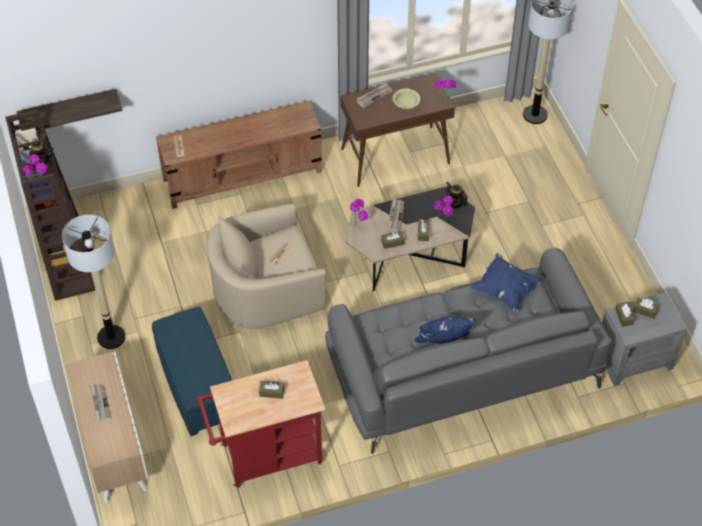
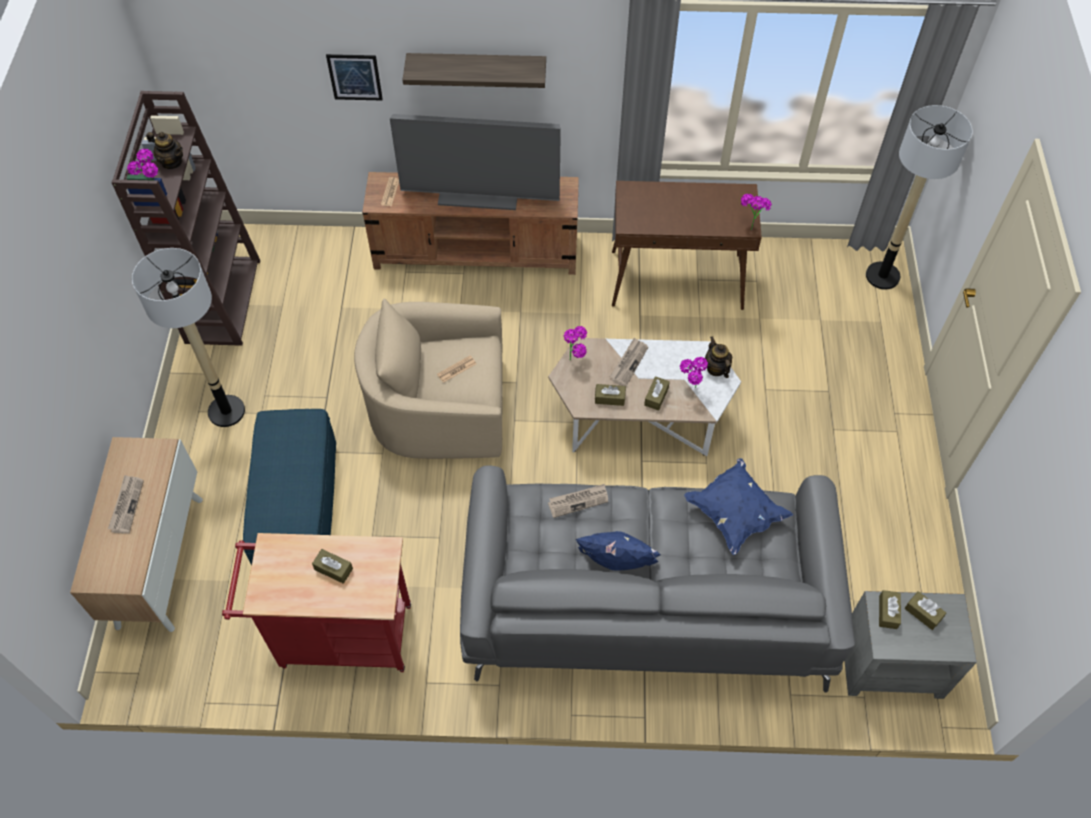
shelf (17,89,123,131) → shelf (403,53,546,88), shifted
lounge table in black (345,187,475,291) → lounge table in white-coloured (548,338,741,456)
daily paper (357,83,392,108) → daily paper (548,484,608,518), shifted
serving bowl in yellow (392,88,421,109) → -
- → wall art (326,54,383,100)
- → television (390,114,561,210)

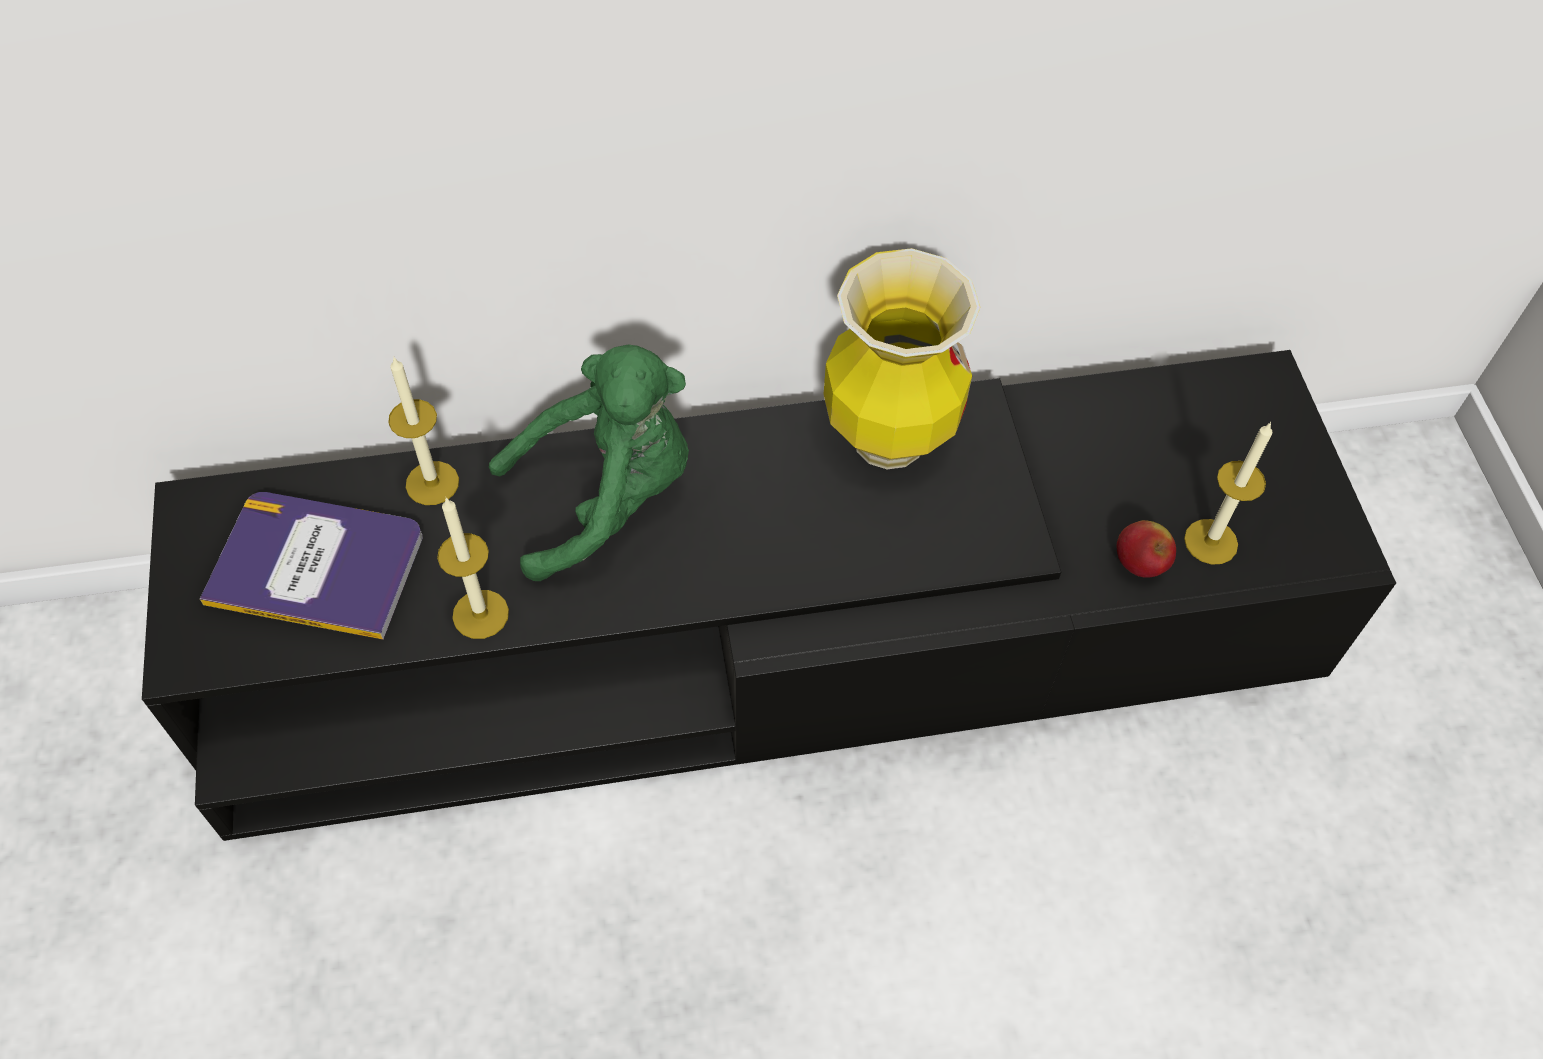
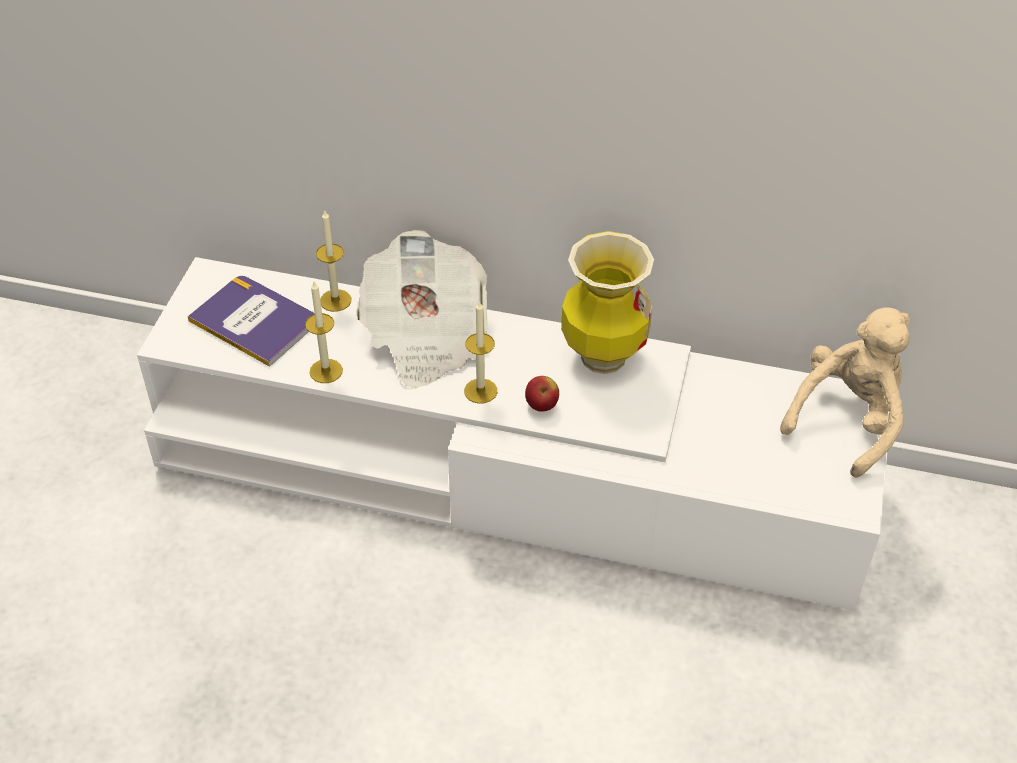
tv unit in black (142,350,1396,841) → tv unit in white-coloured (137,257,889,611)
plush toy in greenish (488,344,689,581) → daily paper (356,230,488,388)
whole apple (1117,520,1176,578) → whole apple (525,376,559,412), shifted
candle (1184,422,1272,564) → candle (464,300,497,404), shifted
- → plush toy in beige-coloured (780,307,910,478)

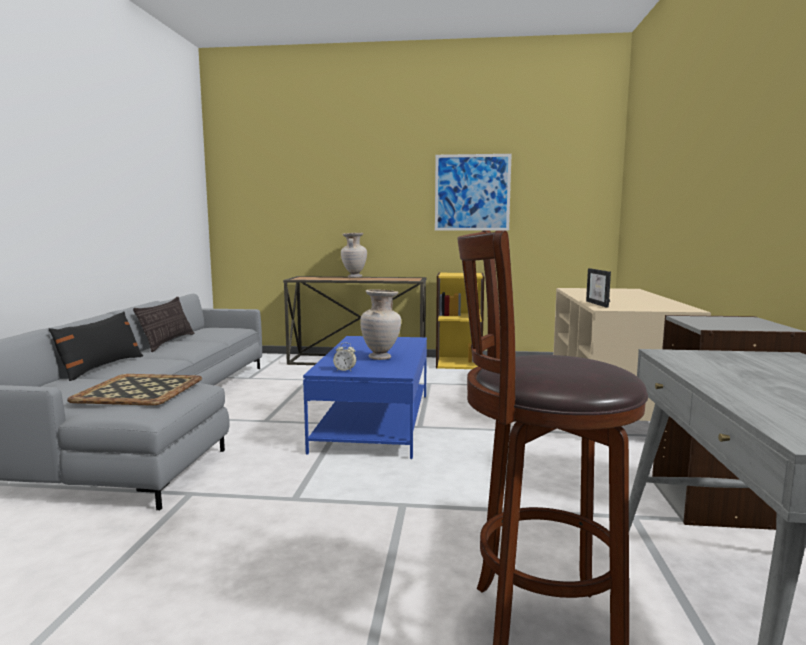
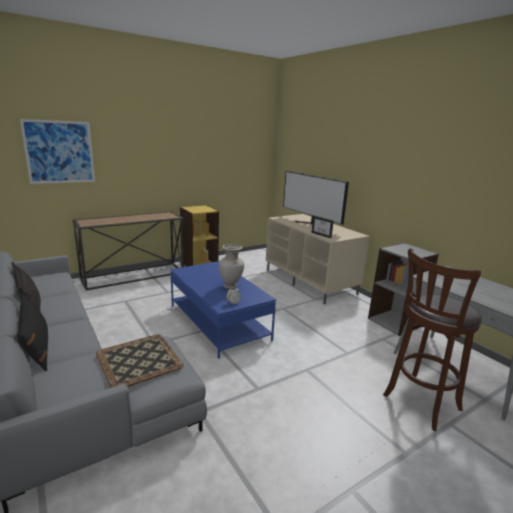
vase in beige-coloured (341,233,367,278) → -
wall art (435,154,511,231) → wall art (20,119,95,184), shifted
- → television (283,171,349,225)

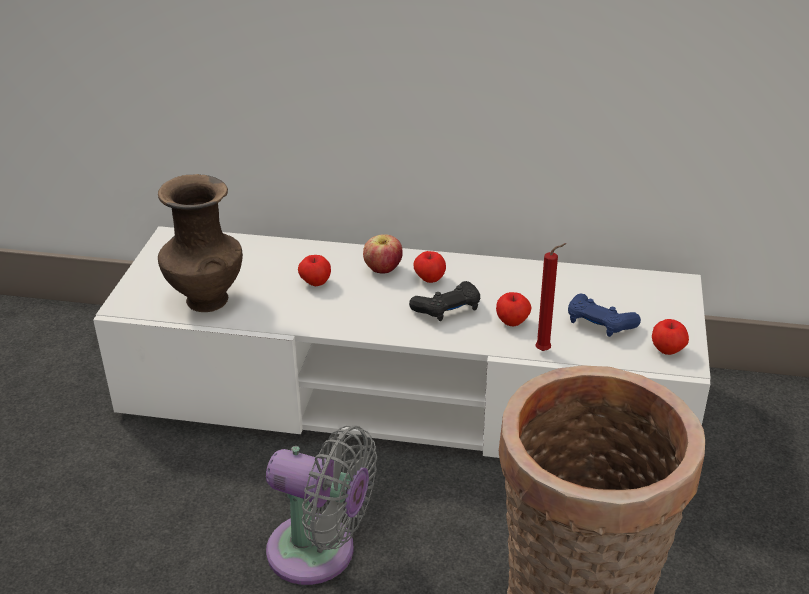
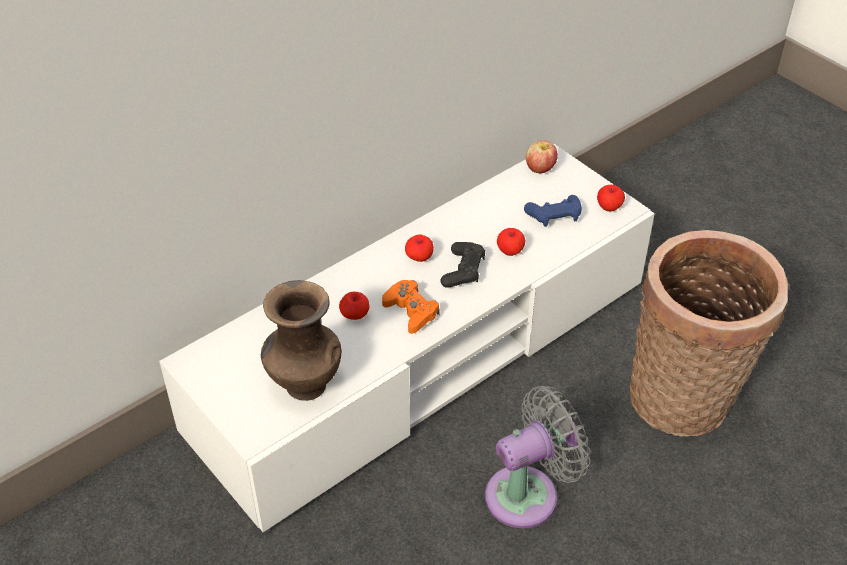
whole apple (363,234,403,273) → whole apple (526,140,558,174), shifted
candle in reddish (535,243,566,351) → -
- → game controller in orange (382,280,439,334)

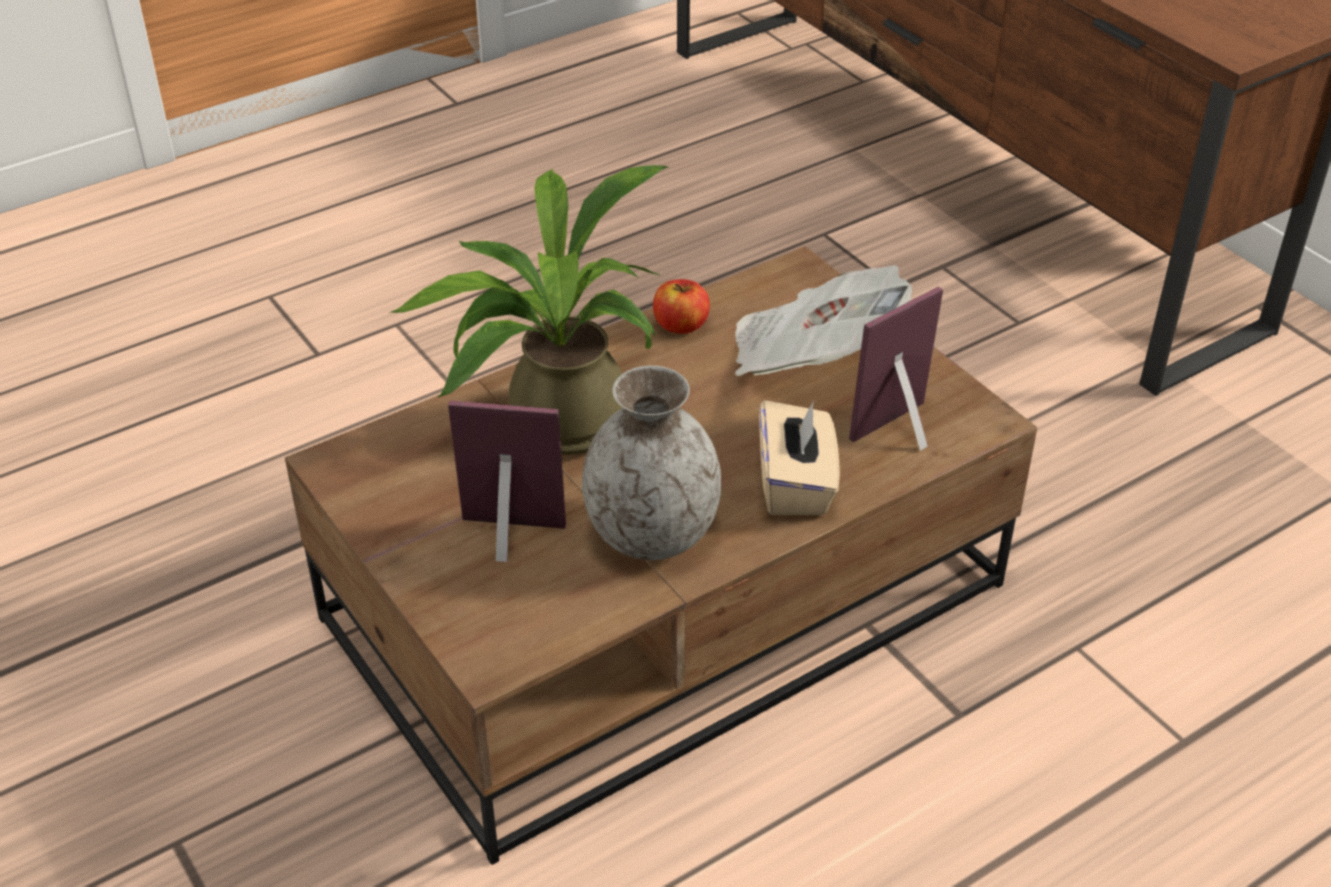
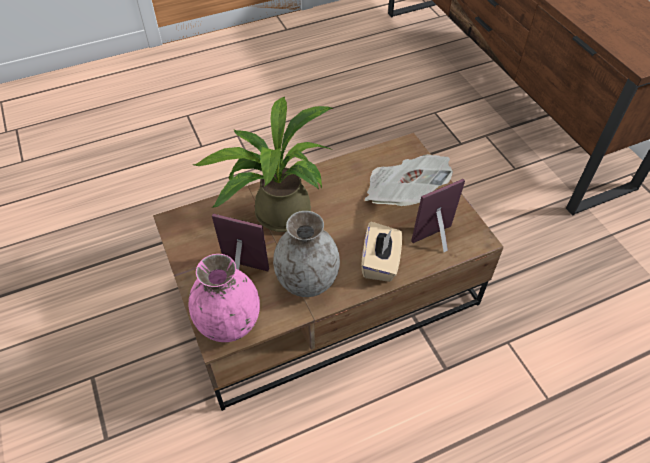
whole apple (653,279,710,334) → -
- → vase in pink-coloured (189,254,260,342)

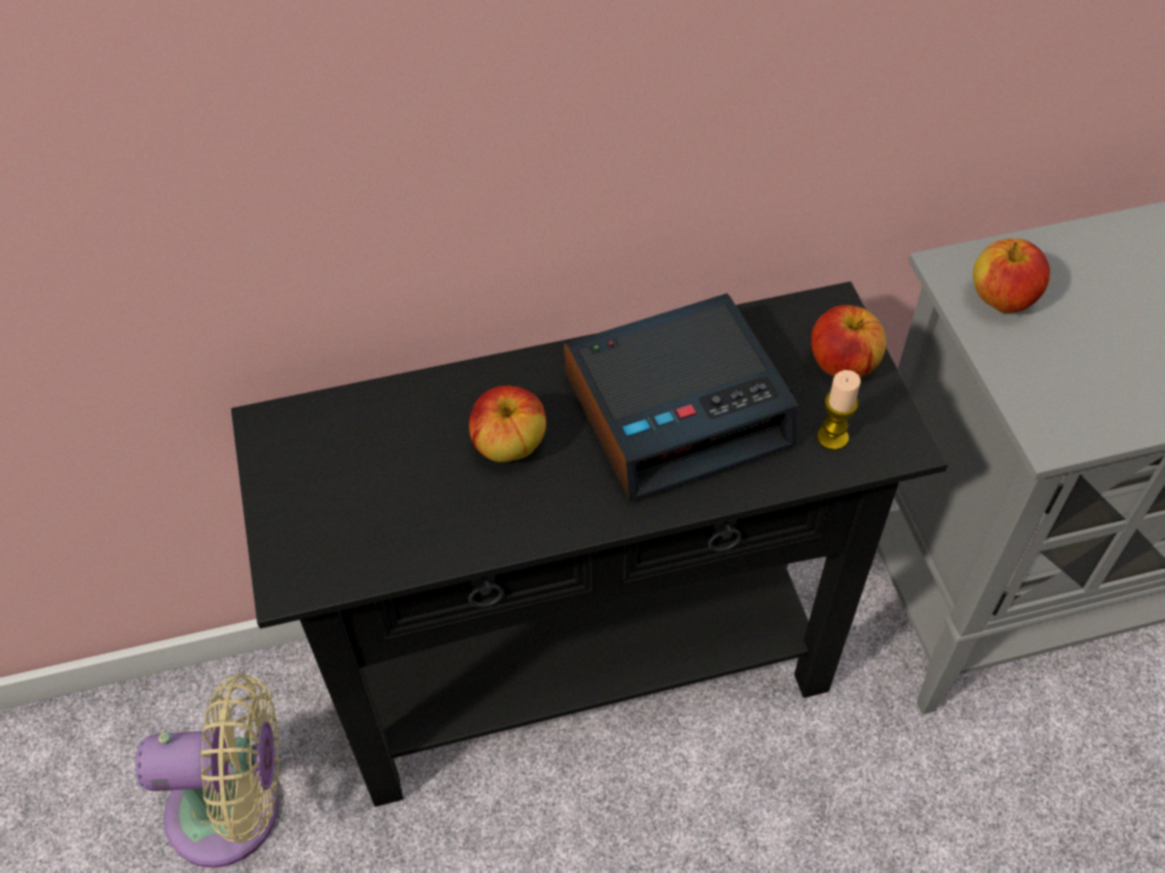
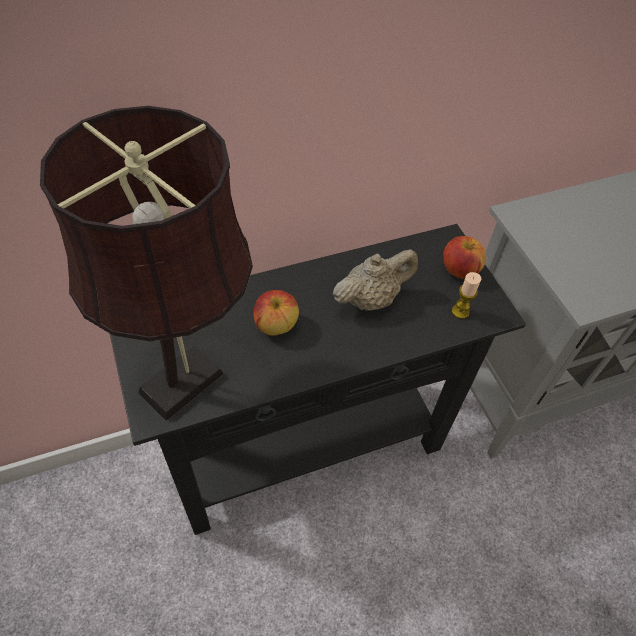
cooling fan in beige-coloured (135,674,279,868) → -
bedside clock (564,293,798,502) → pot for tea in beige-coloured (333,249,418,311)
whole apple (973,239,1050,313) → -
- → lamp for a table in brown (40,106,253,421)

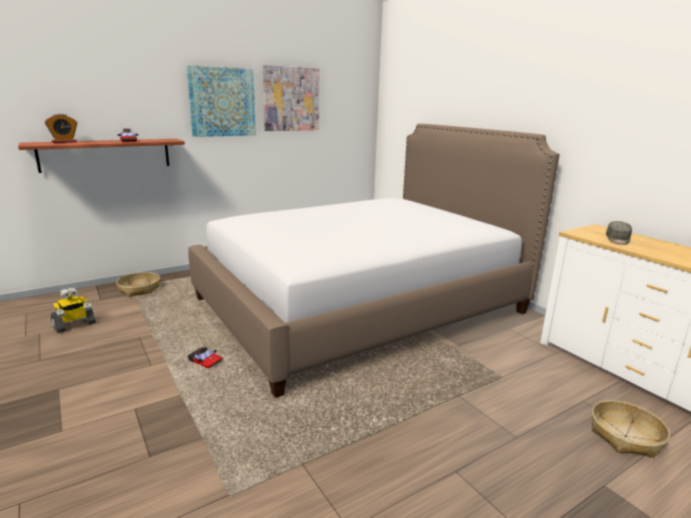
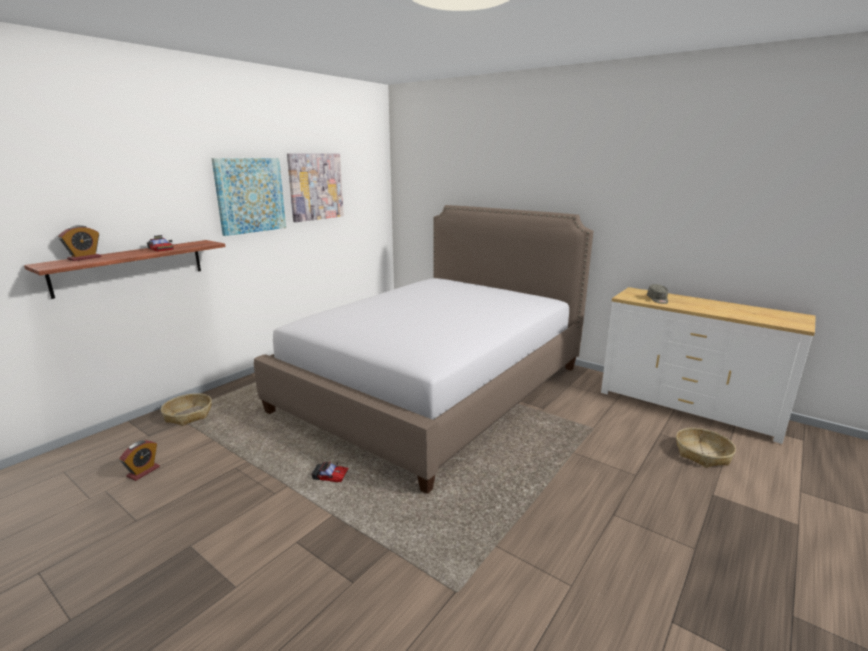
toy robot (51,288,96,333) → bedside clock (119,440,160,481)

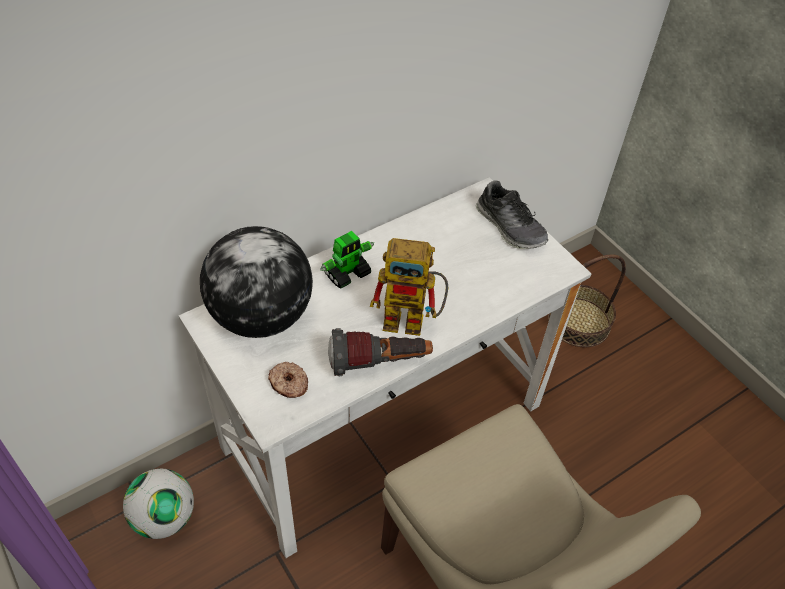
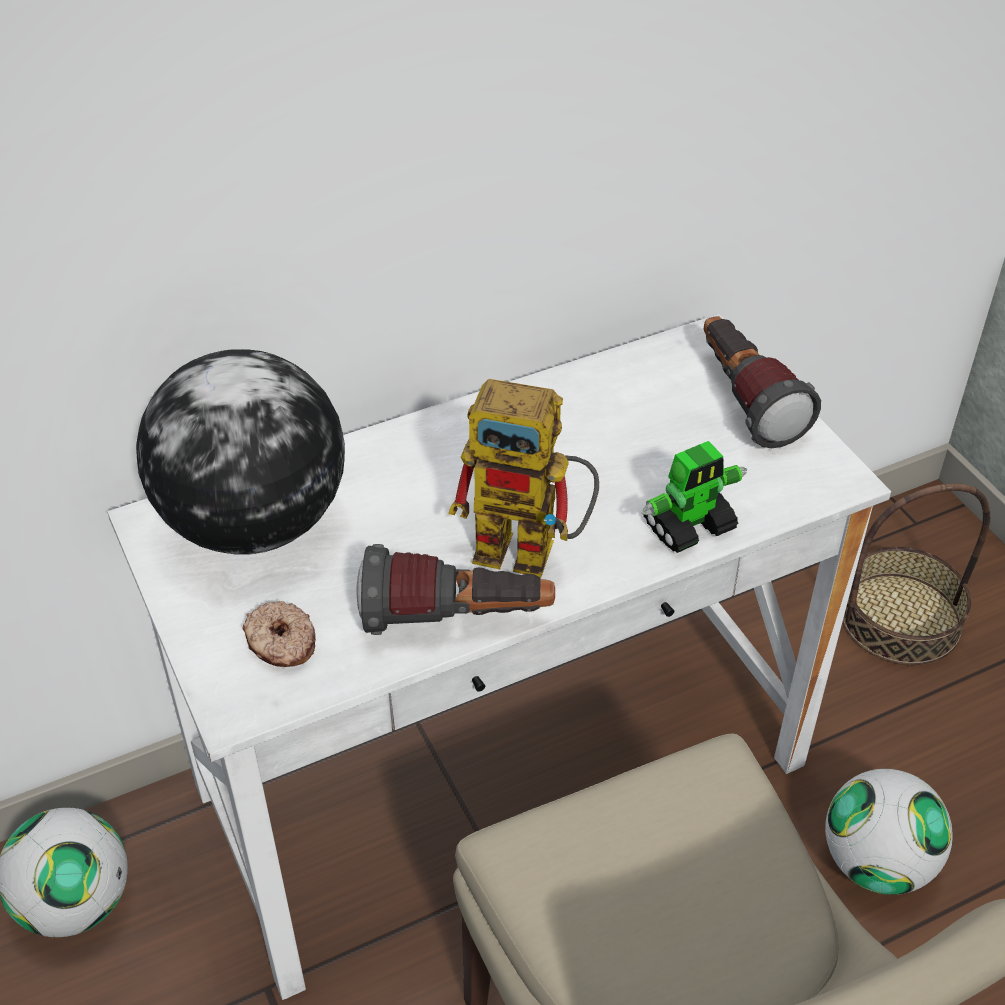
toy robot (320,231,374,289) → toy robot (642,441,747,553), shifted
shoe (476,181,549,249) → flashlight (704,316,821,448)
- → football ball (825,769,953,895)

